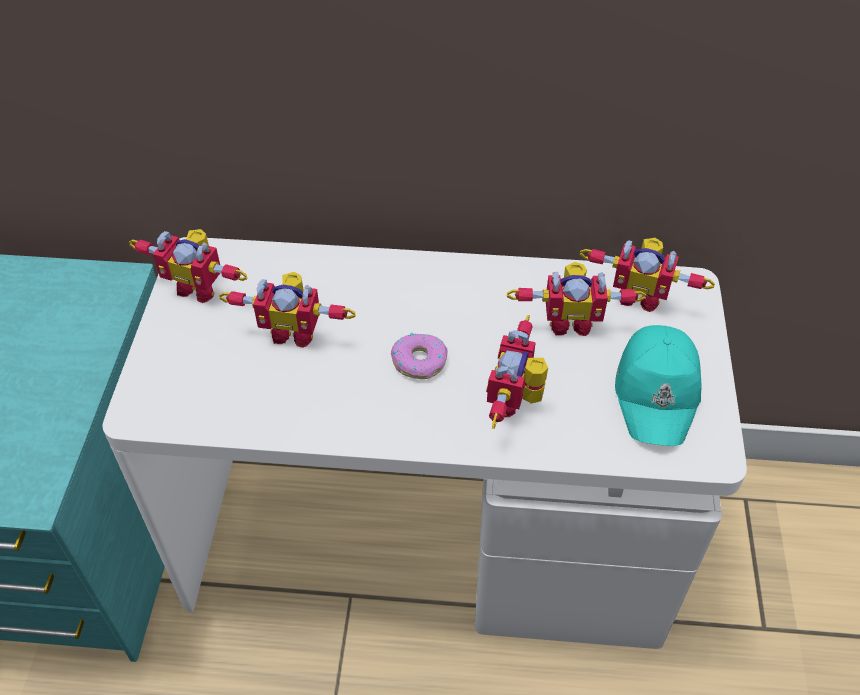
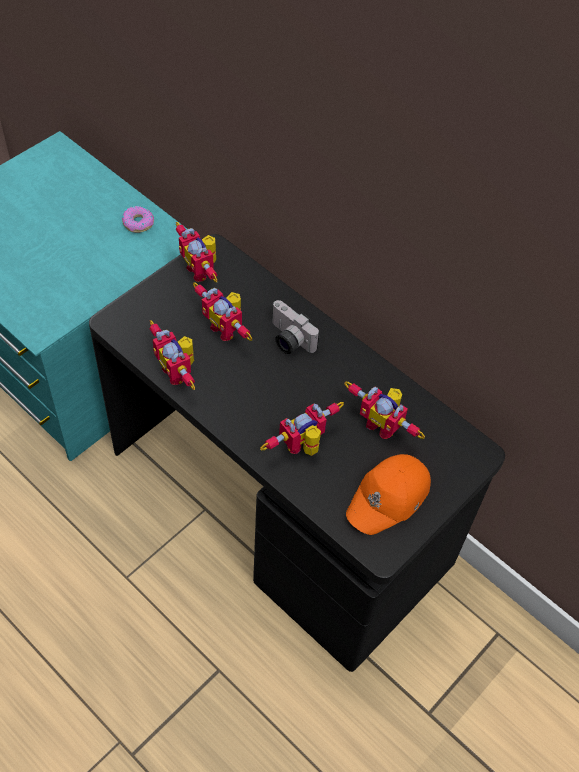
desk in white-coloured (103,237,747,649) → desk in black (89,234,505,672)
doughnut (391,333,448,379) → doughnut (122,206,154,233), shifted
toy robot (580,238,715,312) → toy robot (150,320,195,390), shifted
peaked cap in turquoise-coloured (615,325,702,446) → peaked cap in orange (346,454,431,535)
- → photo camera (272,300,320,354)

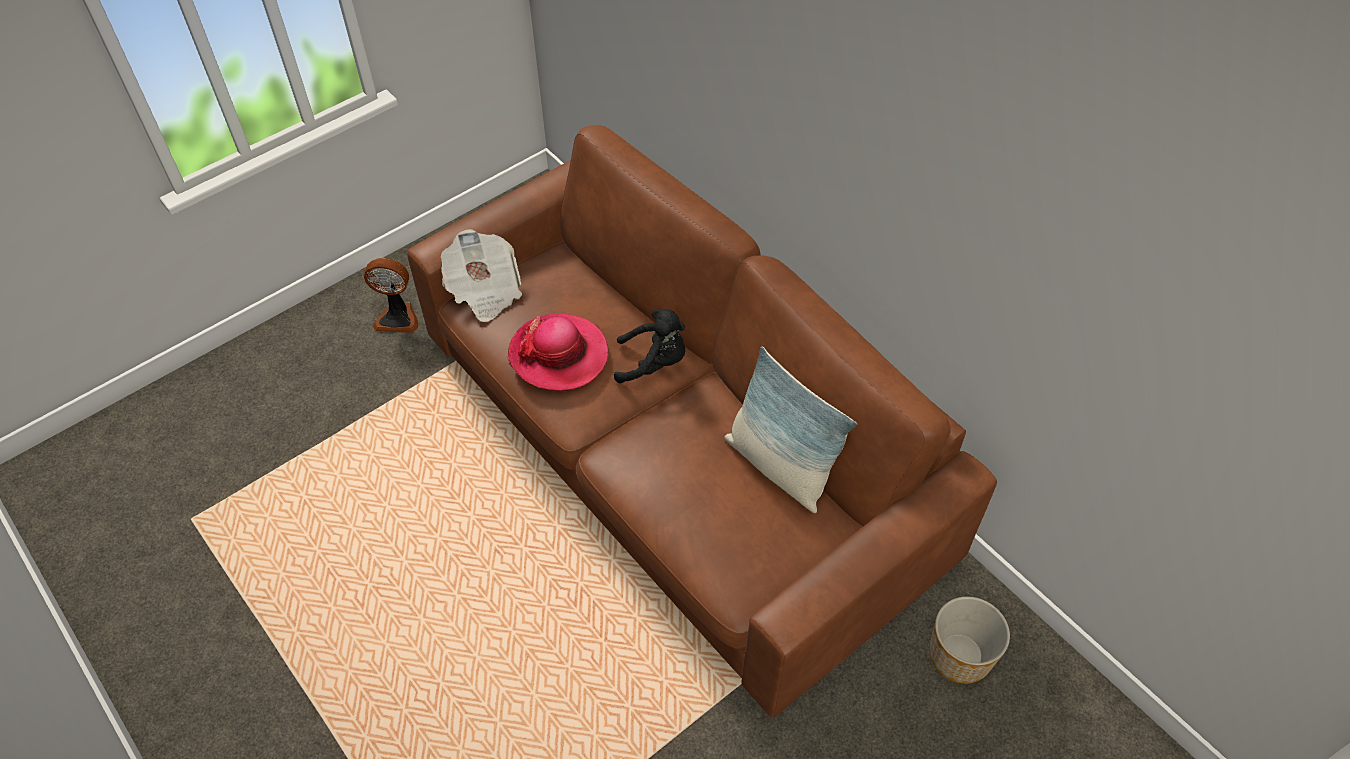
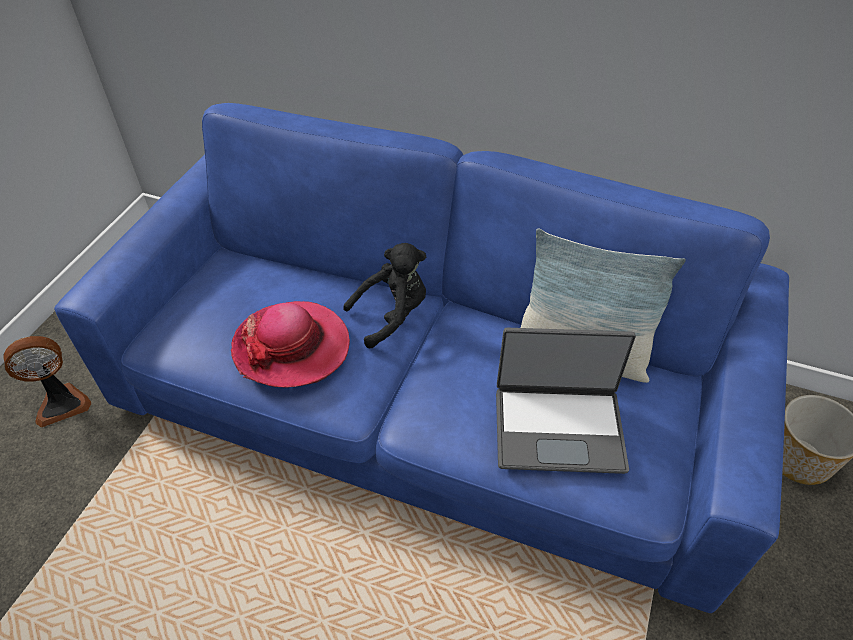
sofa in brown (407,125,997,717) → sofa in bluish (54,103,789,613)
daily paper (441,229,522,322) → -
- → laptop (496,328,636,474)

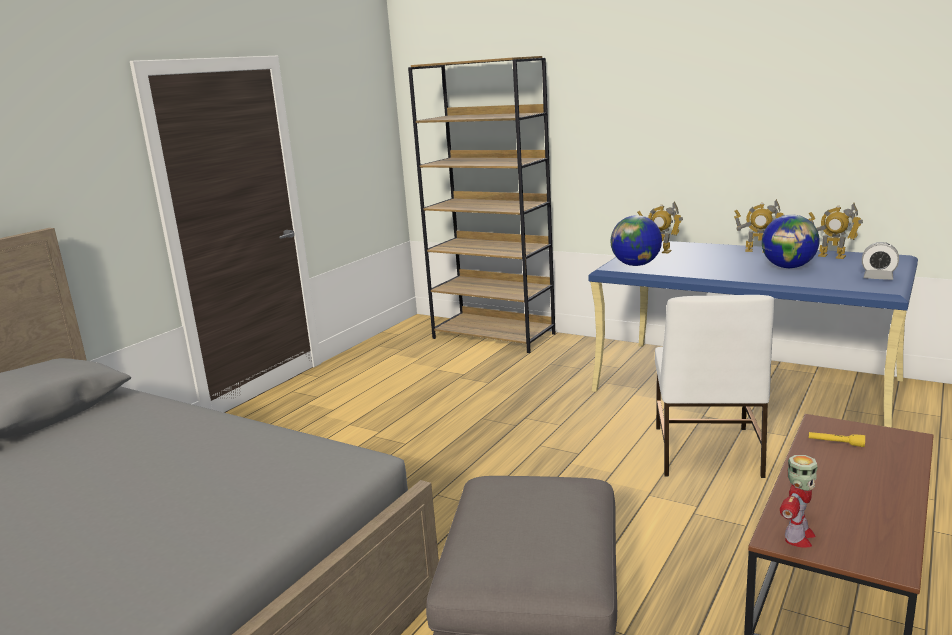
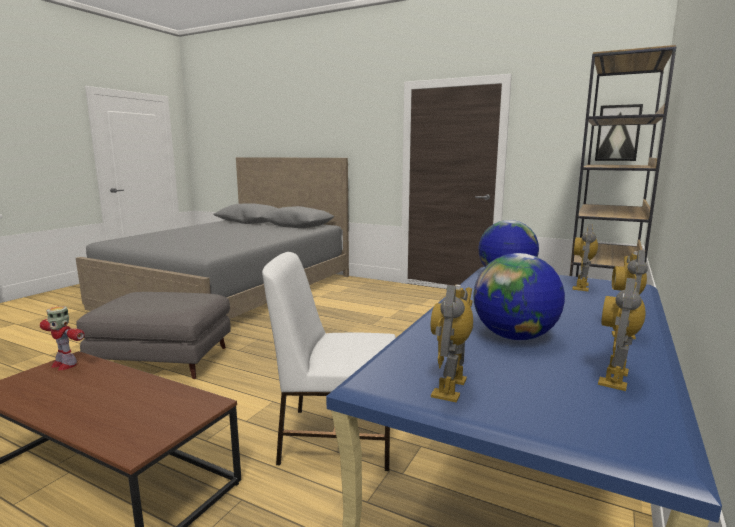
flashlight in yellow (809,432,865,447) → -
bedside clock (862,242,899,280) → toy robot (431,284,473,403)
- → wall art (595,104,643,161)

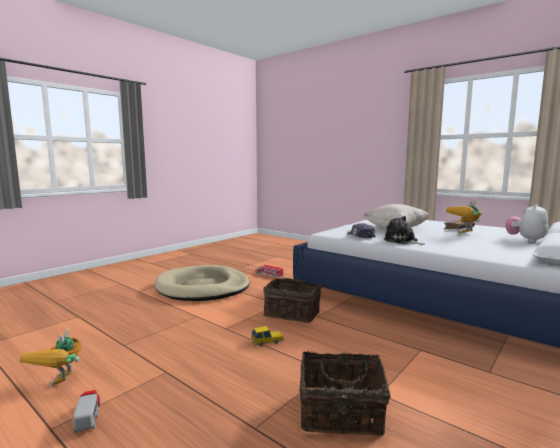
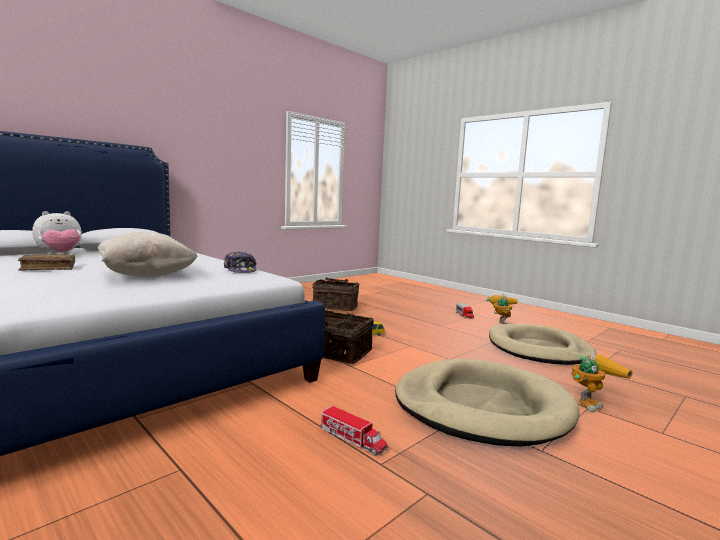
plush toy (384,216,425,245) → -
toy robot (446,201,482,234) → toy robot (571,352,632,413), shifted
- → dog cushion in beige-coloured (489,324,597,365)

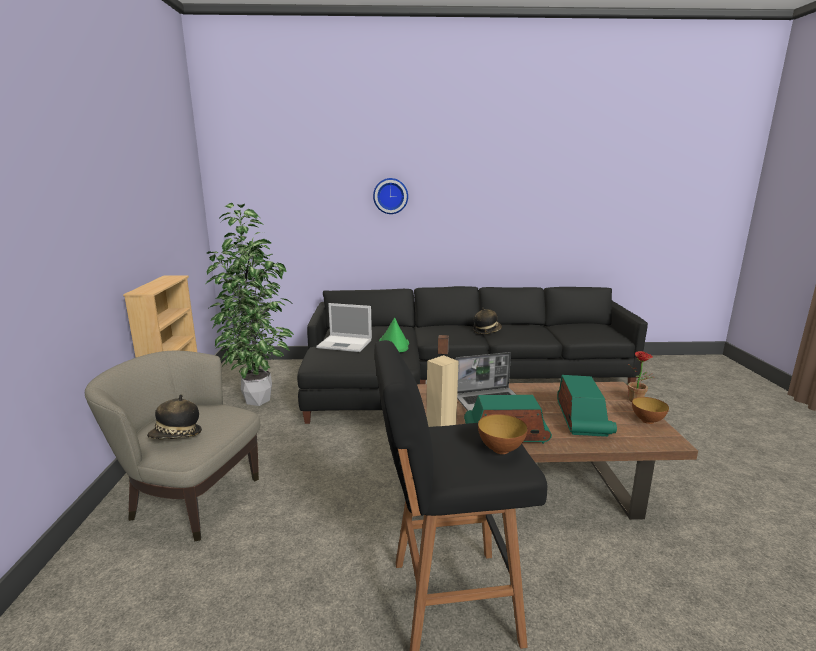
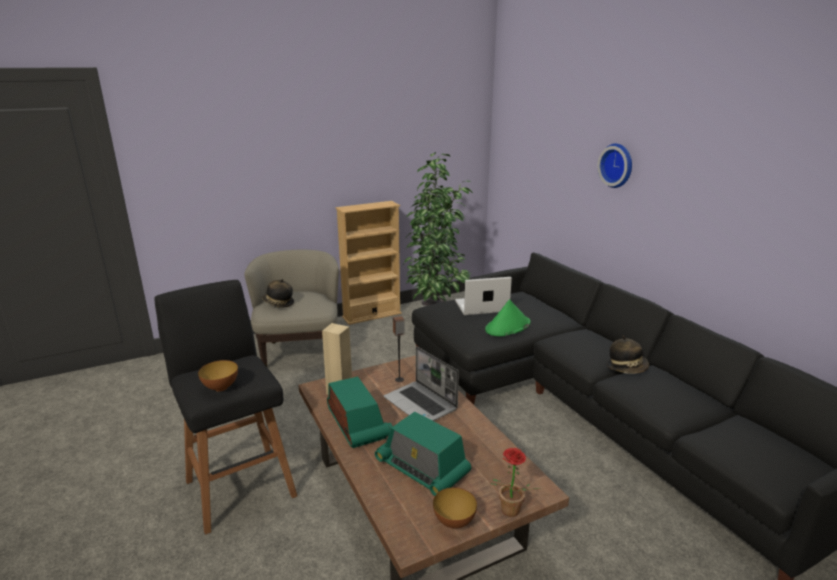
laptop (316,303,372,352) → laptop (455,277,512,315), 90 degrees clockwise
radio receiver (557,375,617,437) → radio receiver (375,412,471,496), 60 degrees clockwise

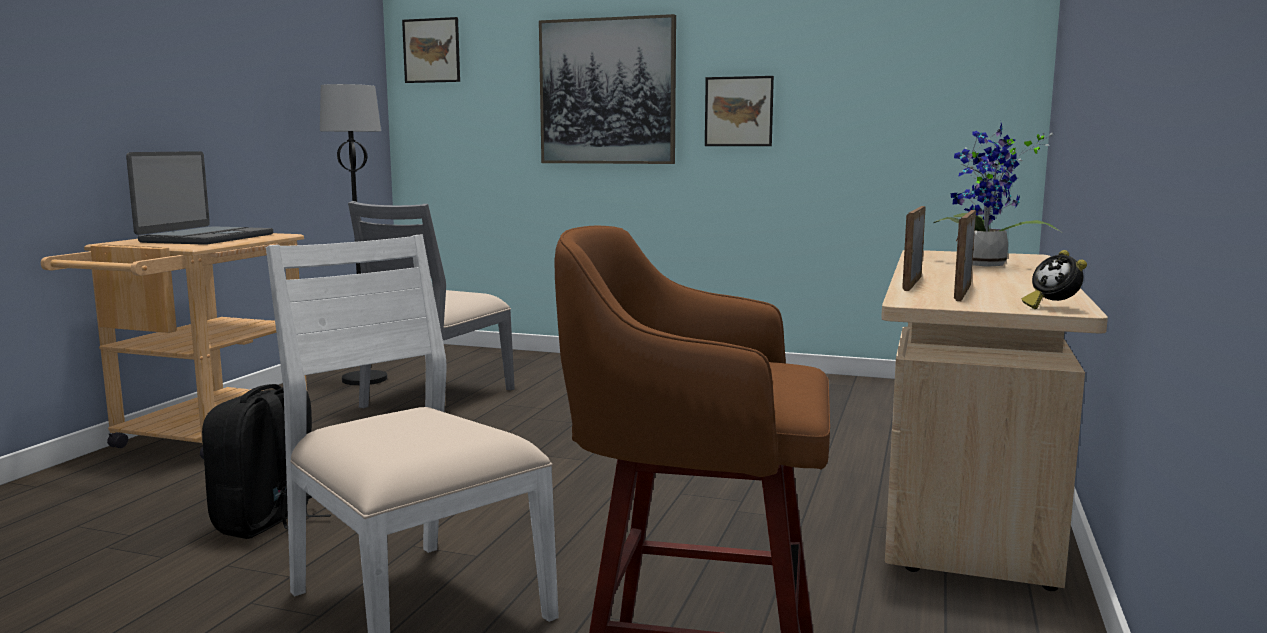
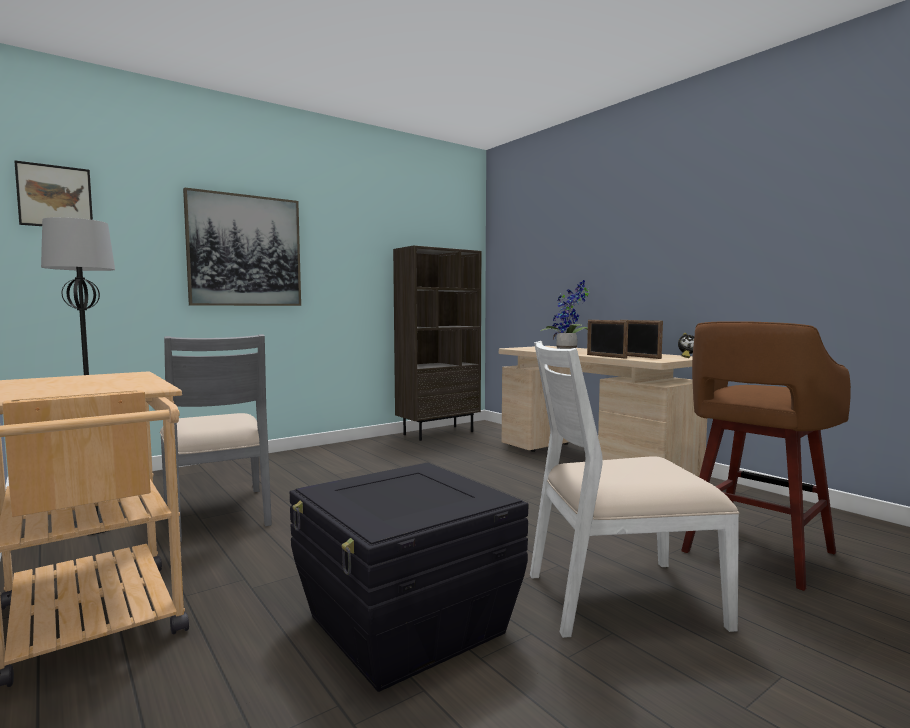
laptop (126,151,273,245) → -
rucksack in black (202,384,331,539) → storage bin in black (290,462,528,692)
wall art (705,76,774,146) → -
- → shelving unit in brown (393,245,481,441)

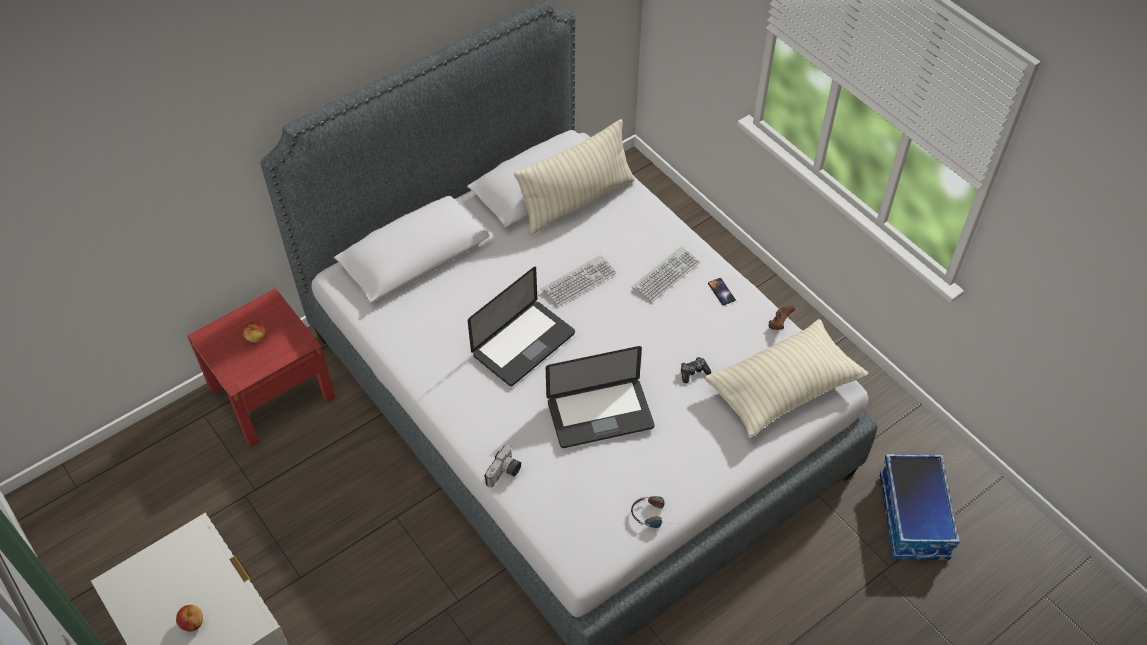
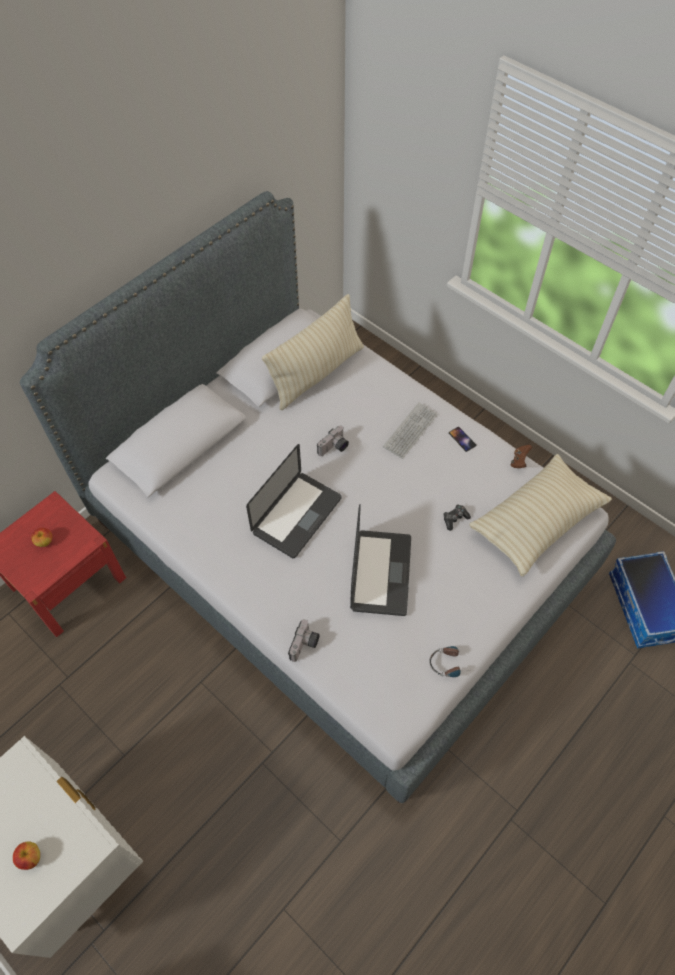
PC keyboard (541,255,616,307) → photo camera (317,426,349,456)
laptop (546,346,655,448) → laptop (350,504,411,616), 60 degrees counterclockwise

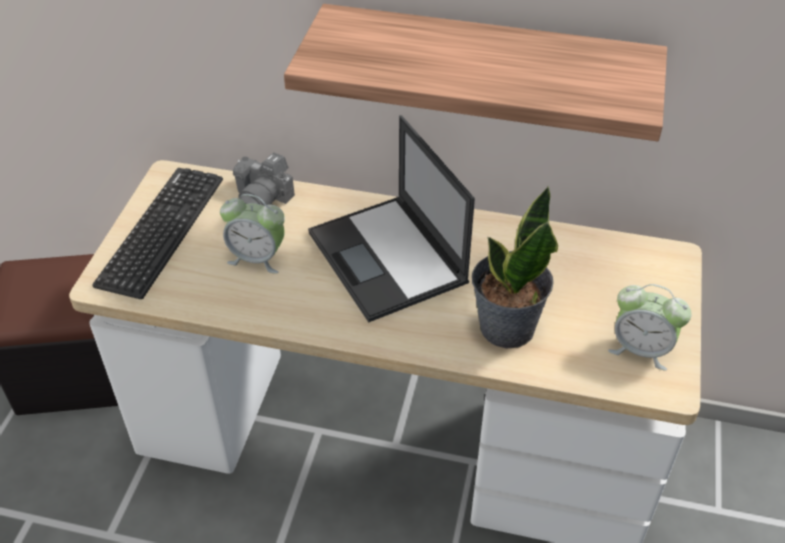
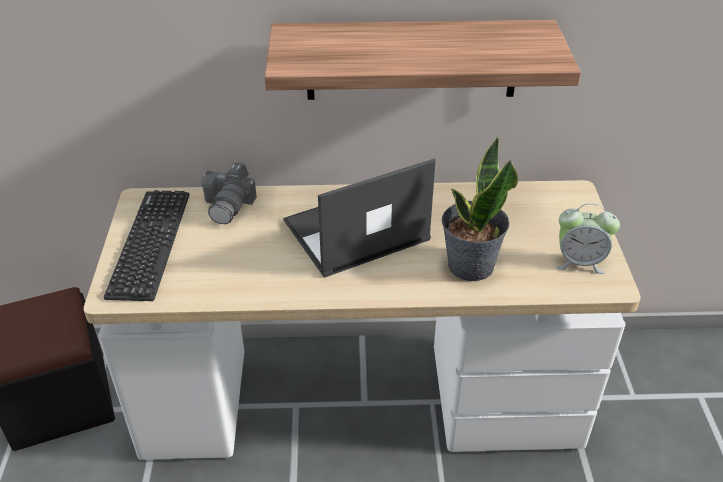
bedside clock (220,194,285,274) → -
laptop (308,115,475,322) → laptop (283,158,436,278), 105 degrees clockwise

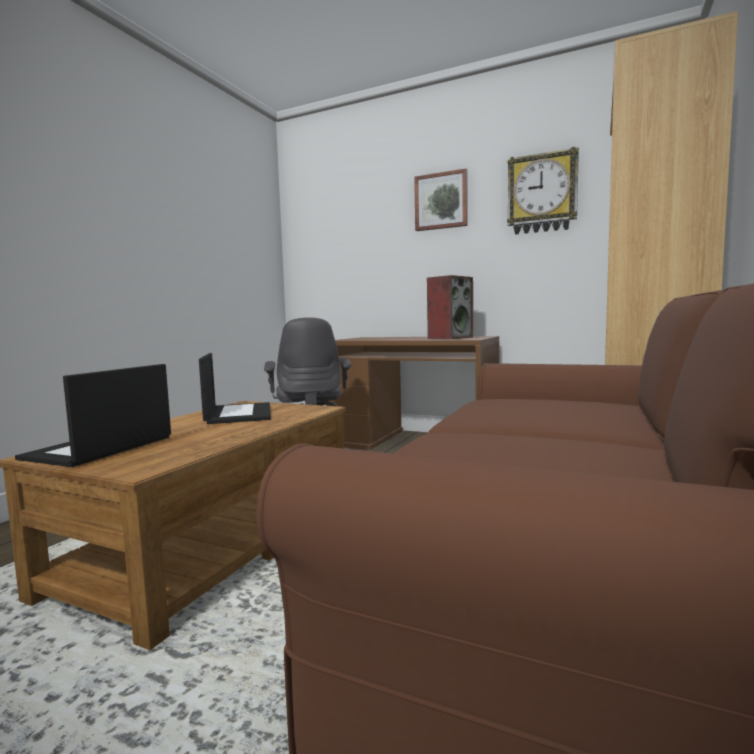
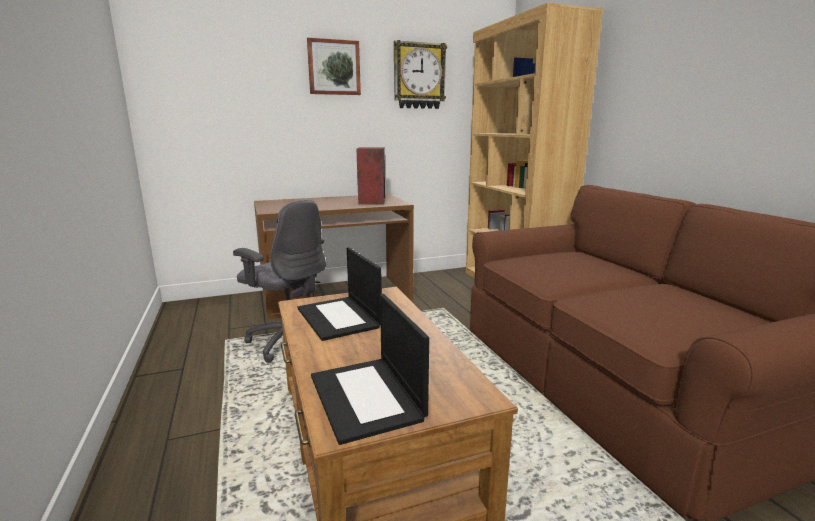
laptop (199,353,271,424) → laptop (297,247,382,341), 150 degrees counterclockwise

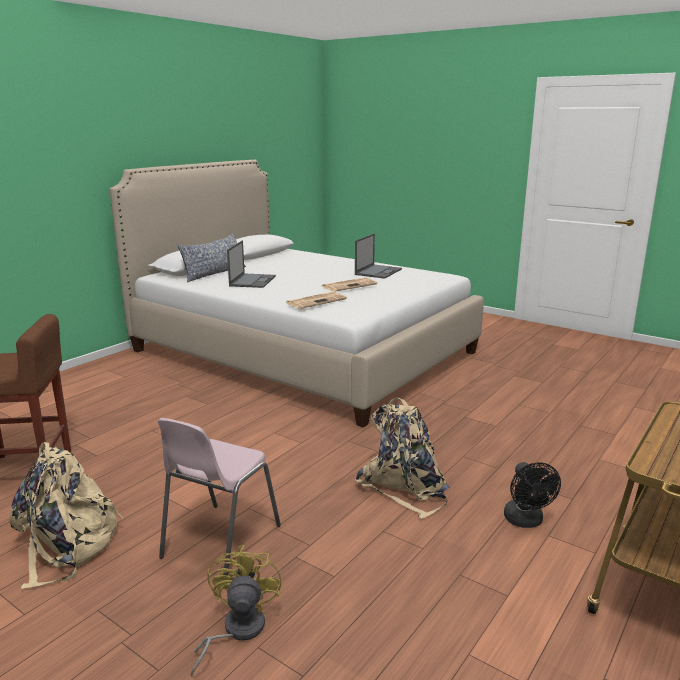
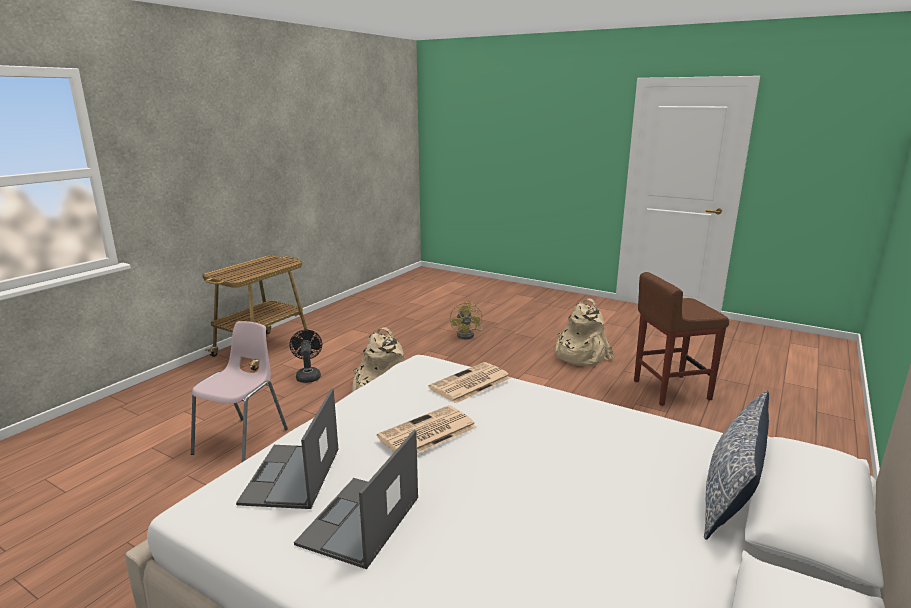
plain chair in pink-coloured (158,418,281,576) → plain chair in pink-coloured (191,321,288,462), shifted
laptop (227,241,276,288) → laptop (236,389,338,509), shifted

